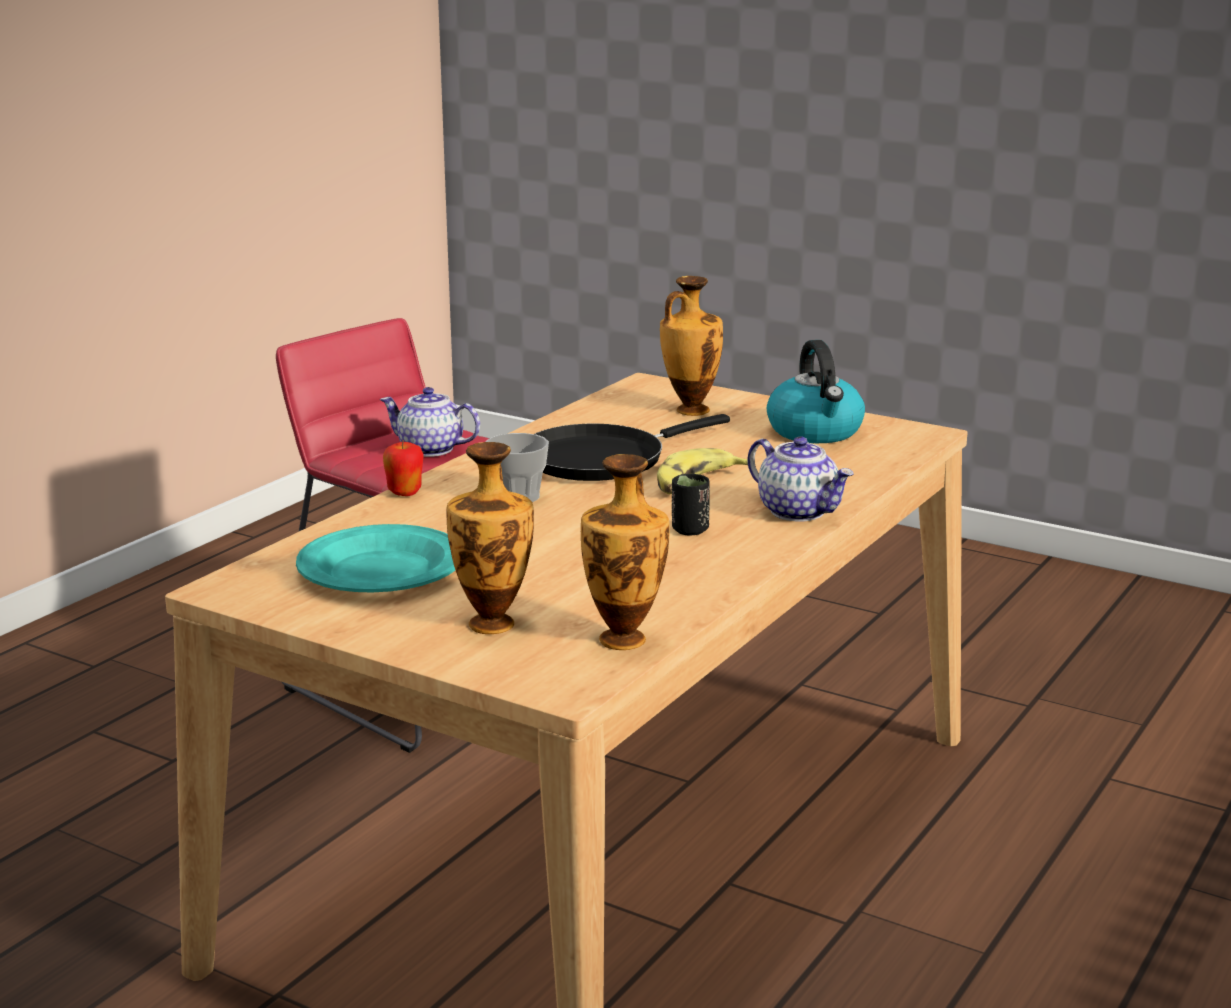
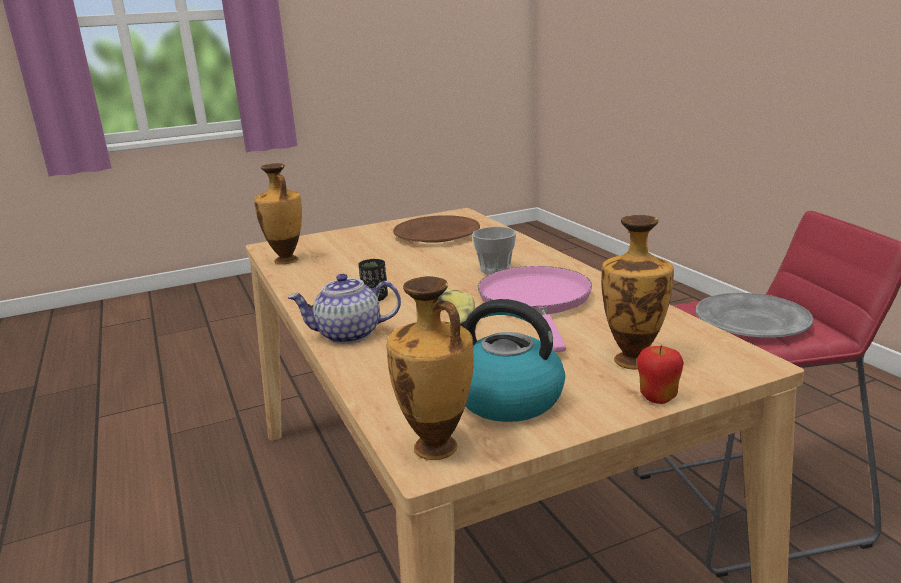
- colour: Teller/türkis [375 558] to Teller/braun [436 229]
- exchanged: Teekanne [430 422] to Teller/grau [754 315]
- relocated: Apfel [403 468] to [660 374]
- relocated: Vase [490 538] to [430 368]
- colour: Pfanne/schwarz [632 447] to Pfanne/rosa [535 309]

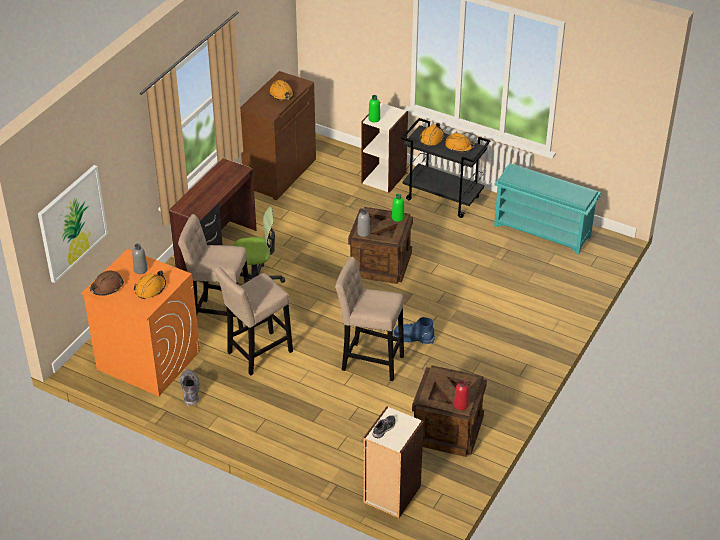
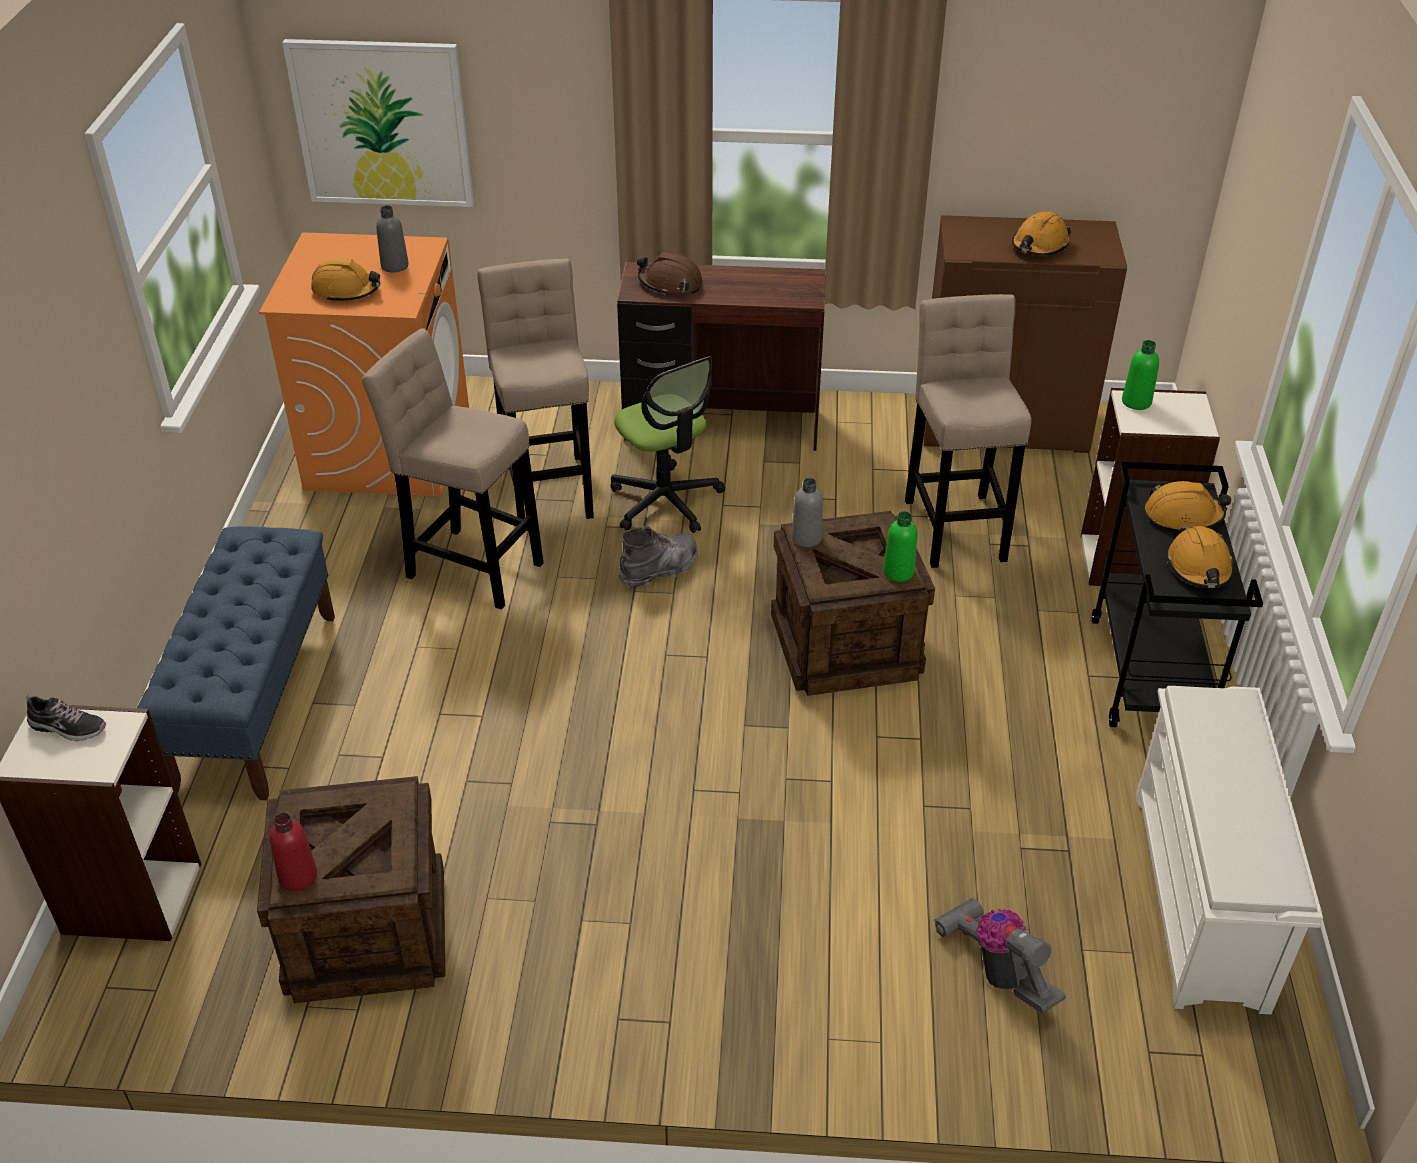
- relocated: Schutzhelm/braun [107 283] to [670 273]
- relocated: Stiefel/grau [190 388] to [658 557]
- relocated: Hocker/beige [369 319] to [968 431]
- missing: Stiefel/blau [414 331]
- colour: Schuhregal/türkis [547 208] to Schuhregal/weiß [1229 850]
- appeared: Bank/blau [236 663]
- appeared: Staubsauger [1000 955]

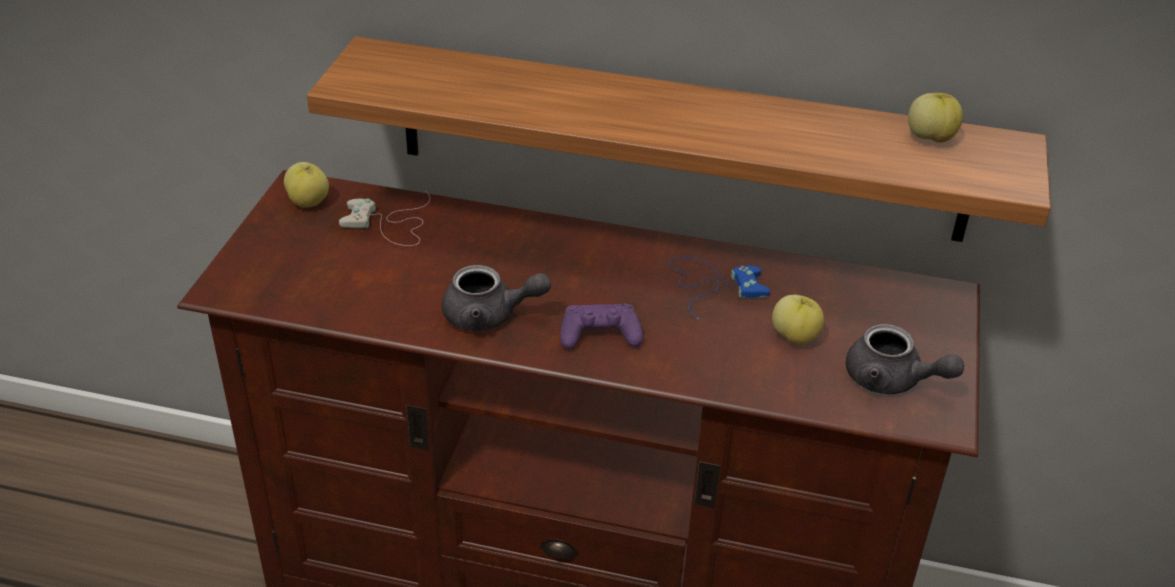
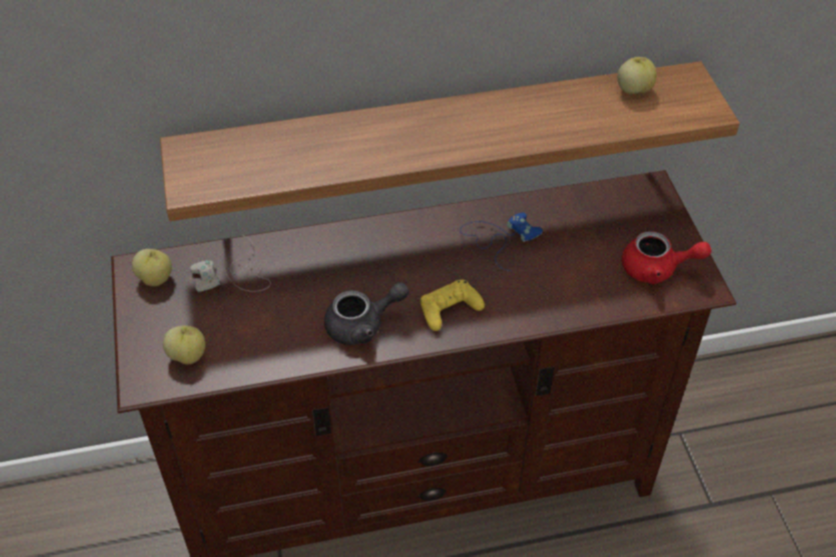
- colour: Gamepad/lila [601 326] to Gamepad/gelb [452 305]
- relocated: Apfel [798 320] to [184 345]
- colour: Teekanne/grau [904 359] to Teekanne/rot [667 257]

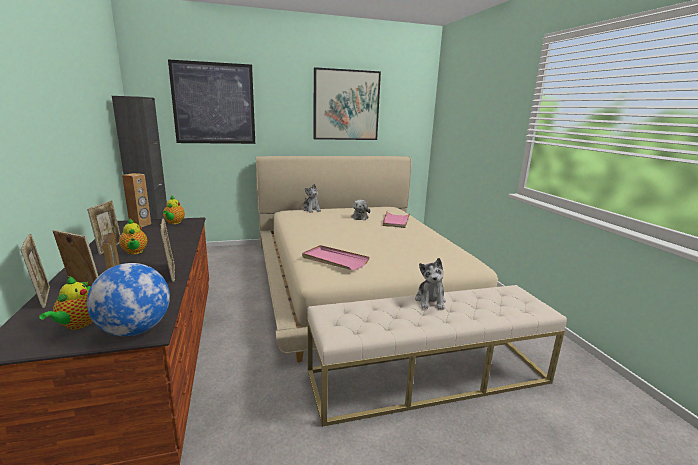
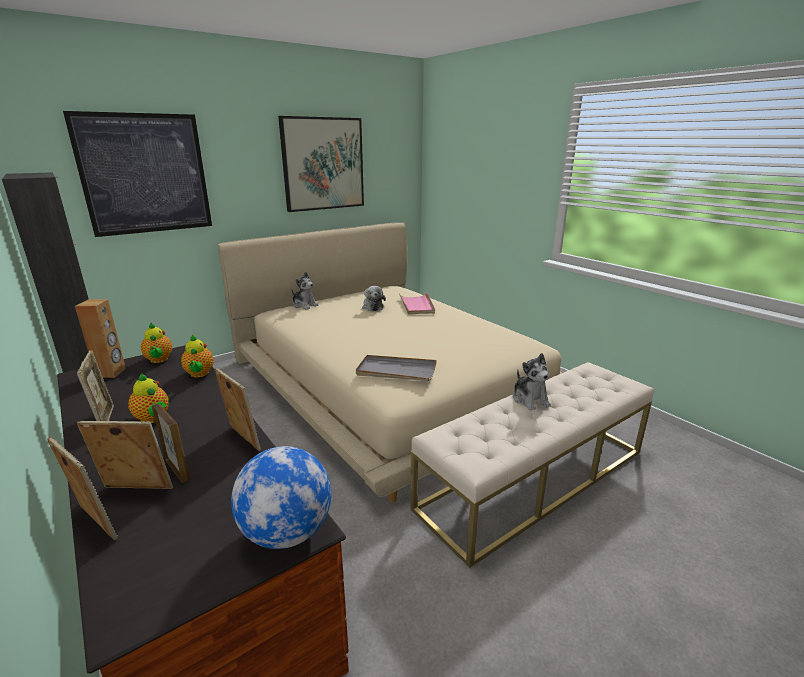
- relocated: Teekanne [65 303] to [197 356]
- colour: Tablett/rosa [336 258] to Tablett/grau [396 368]

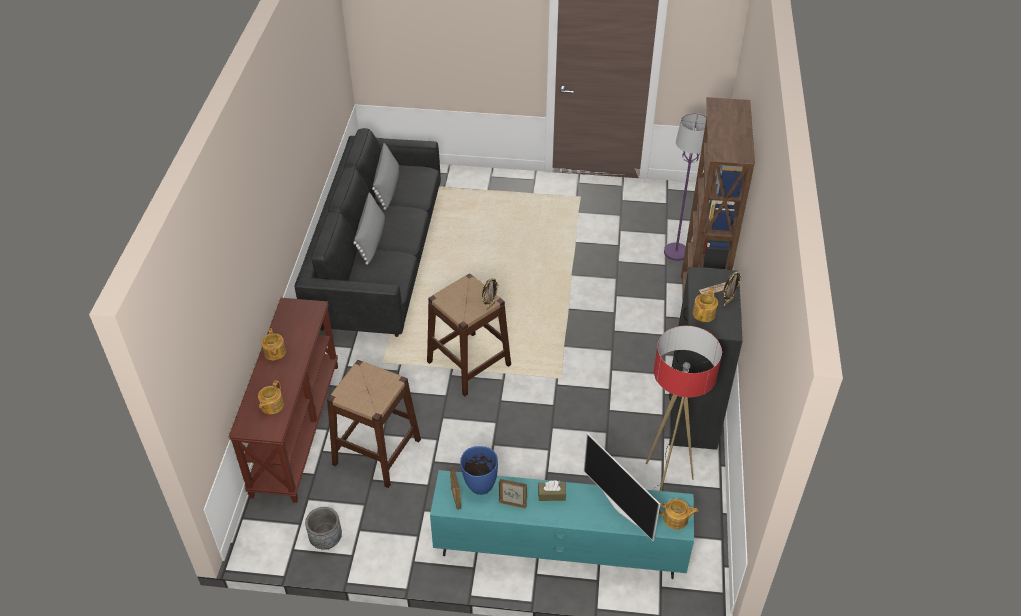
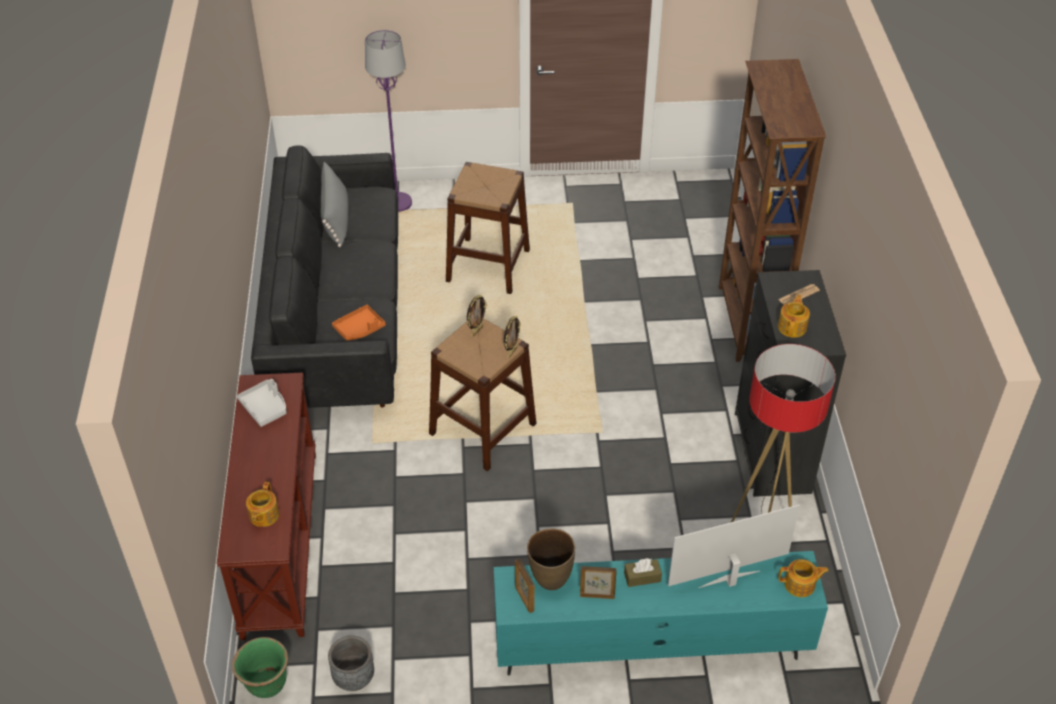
- missing: Teekanne [273 344]
- relocated: Hocker/braun [374 424] to [488 228]
- missing: Kissen/grau [369 229]
- colour: Vase/blau [479 470] to Vase/braun [551 559]
- spun: Fernseher [622 487] = [734 546] 120 degrees clockwise
- relocated: Stehlampe/lila [685 187] to [388 121]
- relocated: Bilderrahmen [732 288] to [477 316]
- appeared: Pflanzkübel/grün [260 667]
- appeared: Tablett/grau [261 403]
- appeared: Tablett/orange [359 323]

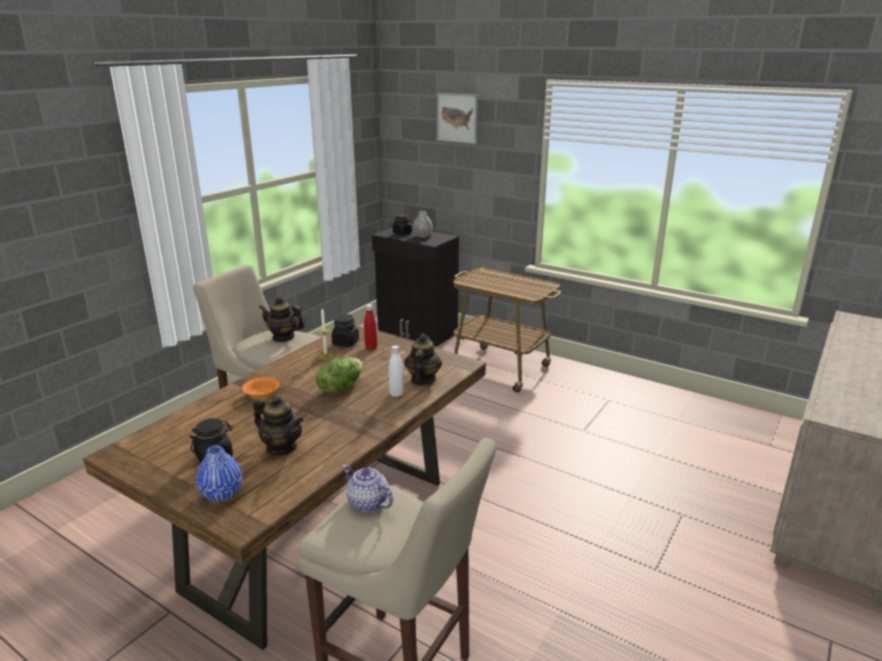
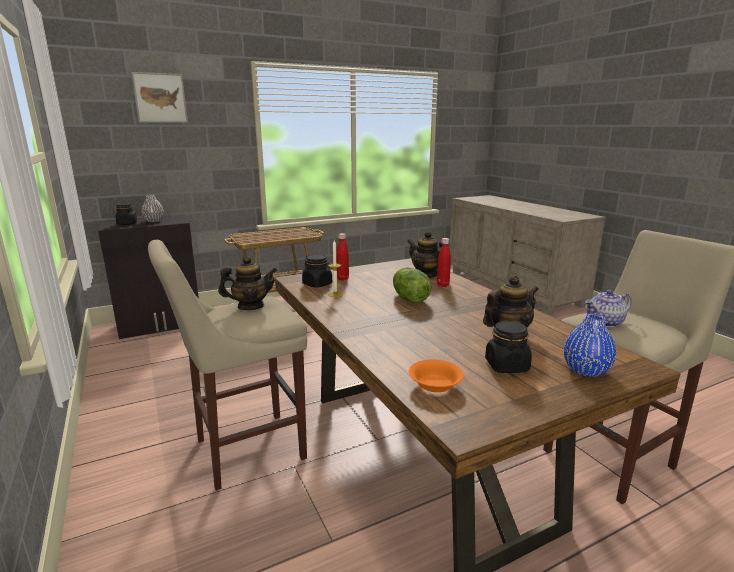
- relocated: Schüssel/orange [261 388] to [436 375]
- spun: Teekanne [282 319] = [248 283] 150 degrees counterclockwise
- colour: Flasche/weiß [396 371] to Flasche/rot [444 262]

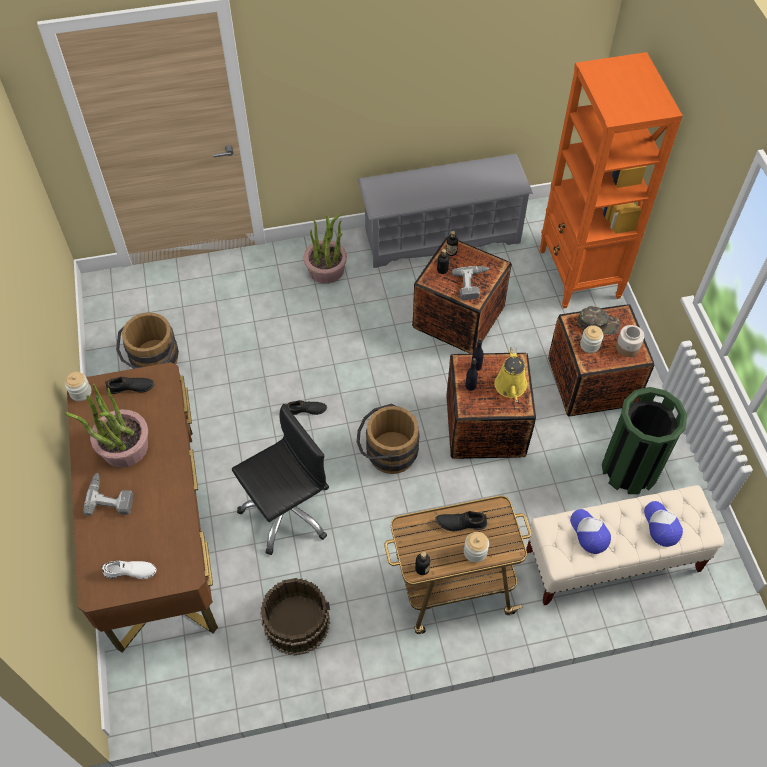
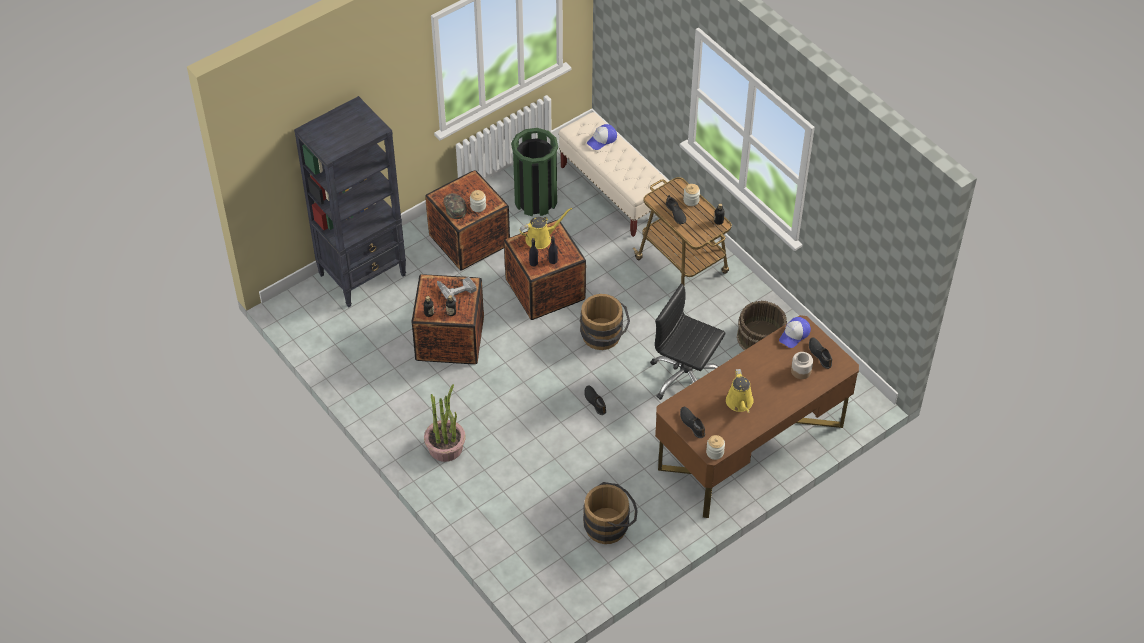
- exchanged: Topfpflanze [106 426] to Gießkanne/gelb [740 391]
- missing: Bohrmaschine [108 494]
- colour: Schuh/weiß [129 570] to Schuh/schwarz [820 353]
- missing: Schuhregal/grau [445 211]
- colour: Bücherregal/orange [611 180] to Bücherregal/schwarz [350 202]
- relocated: Kappe [590 531] to [795 332]
- relocated: Vorratsglas [630 341] to [802 365]

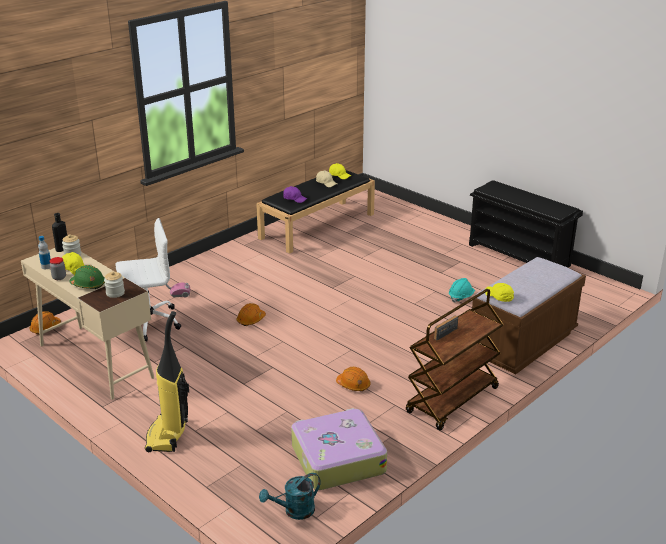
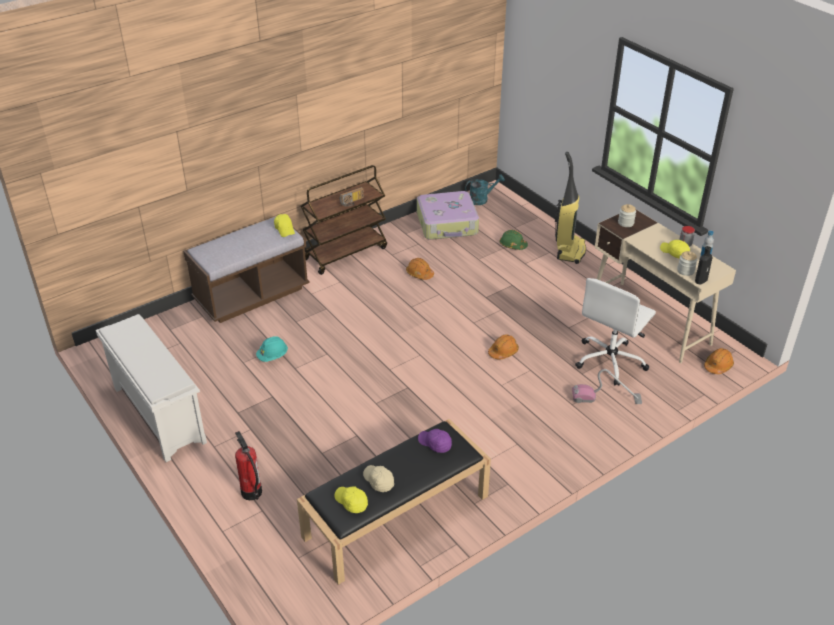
- relocated: Schutzhelm/grün [87 277] to [514 240]
- spun: Bürostuhl/weiß [148 280] = [615 332] 45 degrees counterclockwise
- colour: Schuhregal/schwarz [526 224] to Schuhregal/weiß [151 388]
- appeared: Feuerlöscher [248 465]

